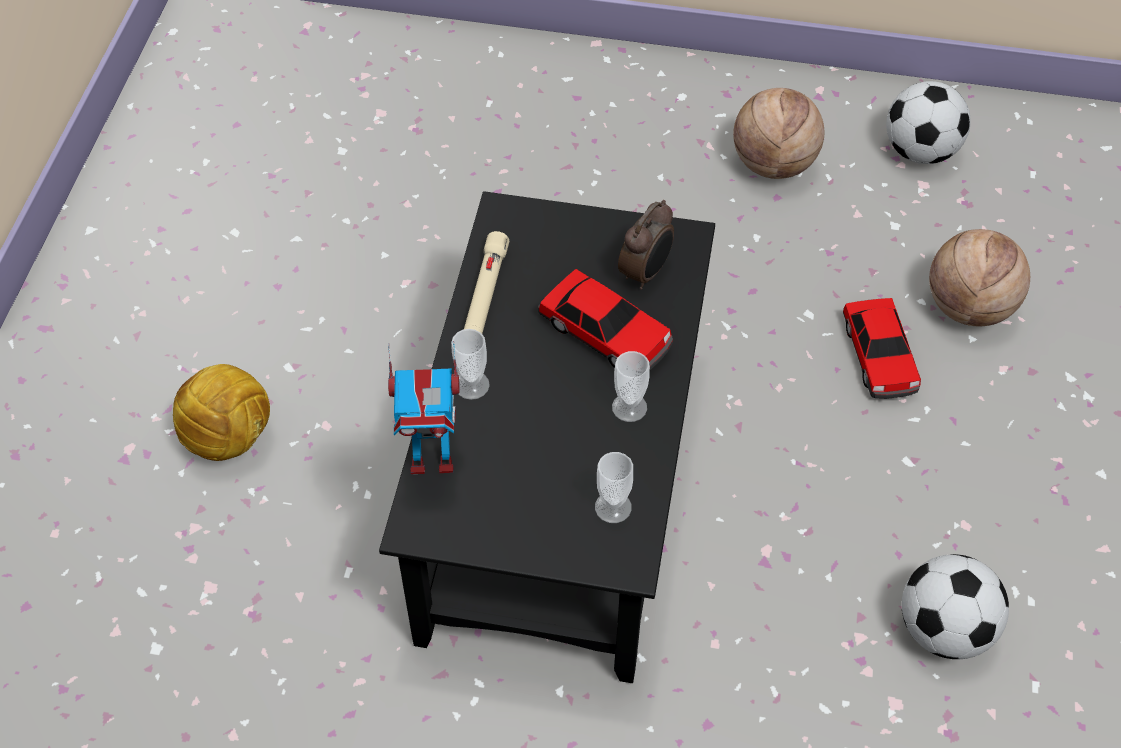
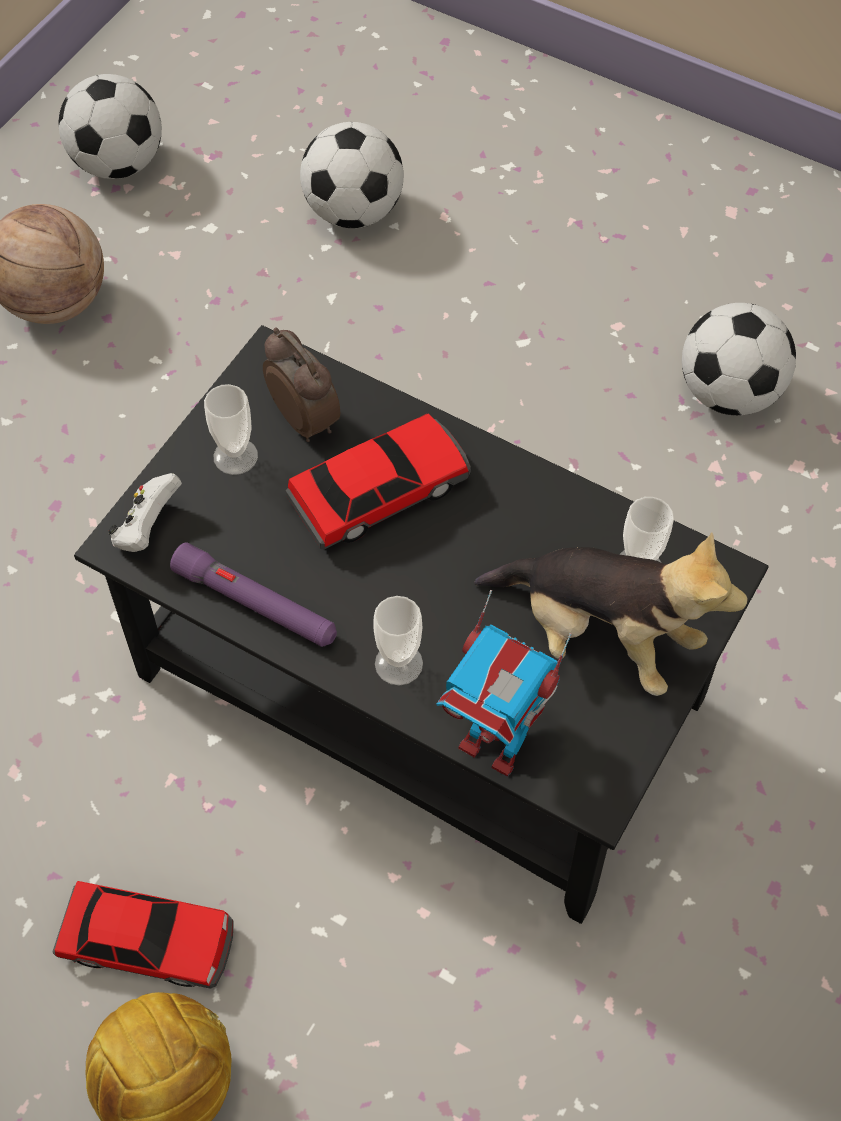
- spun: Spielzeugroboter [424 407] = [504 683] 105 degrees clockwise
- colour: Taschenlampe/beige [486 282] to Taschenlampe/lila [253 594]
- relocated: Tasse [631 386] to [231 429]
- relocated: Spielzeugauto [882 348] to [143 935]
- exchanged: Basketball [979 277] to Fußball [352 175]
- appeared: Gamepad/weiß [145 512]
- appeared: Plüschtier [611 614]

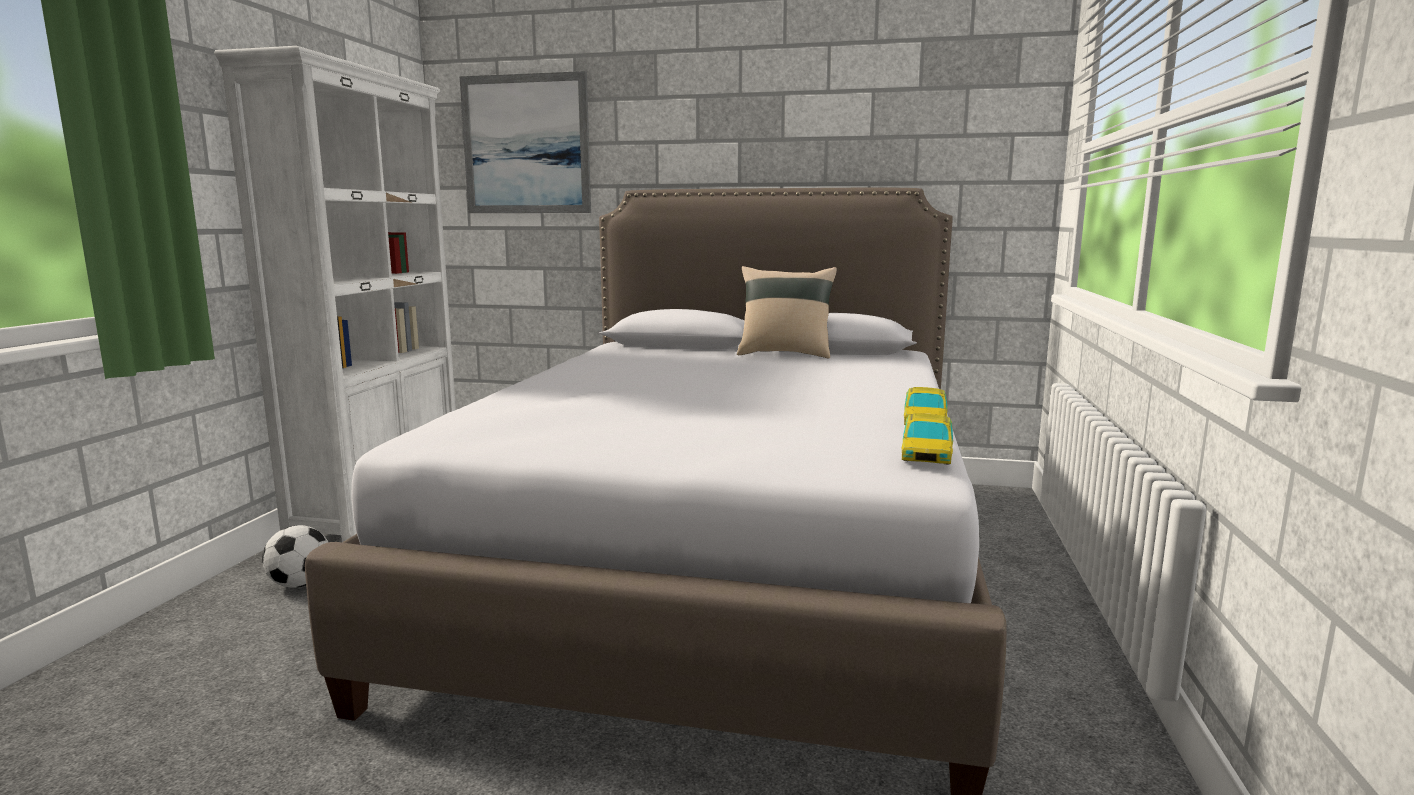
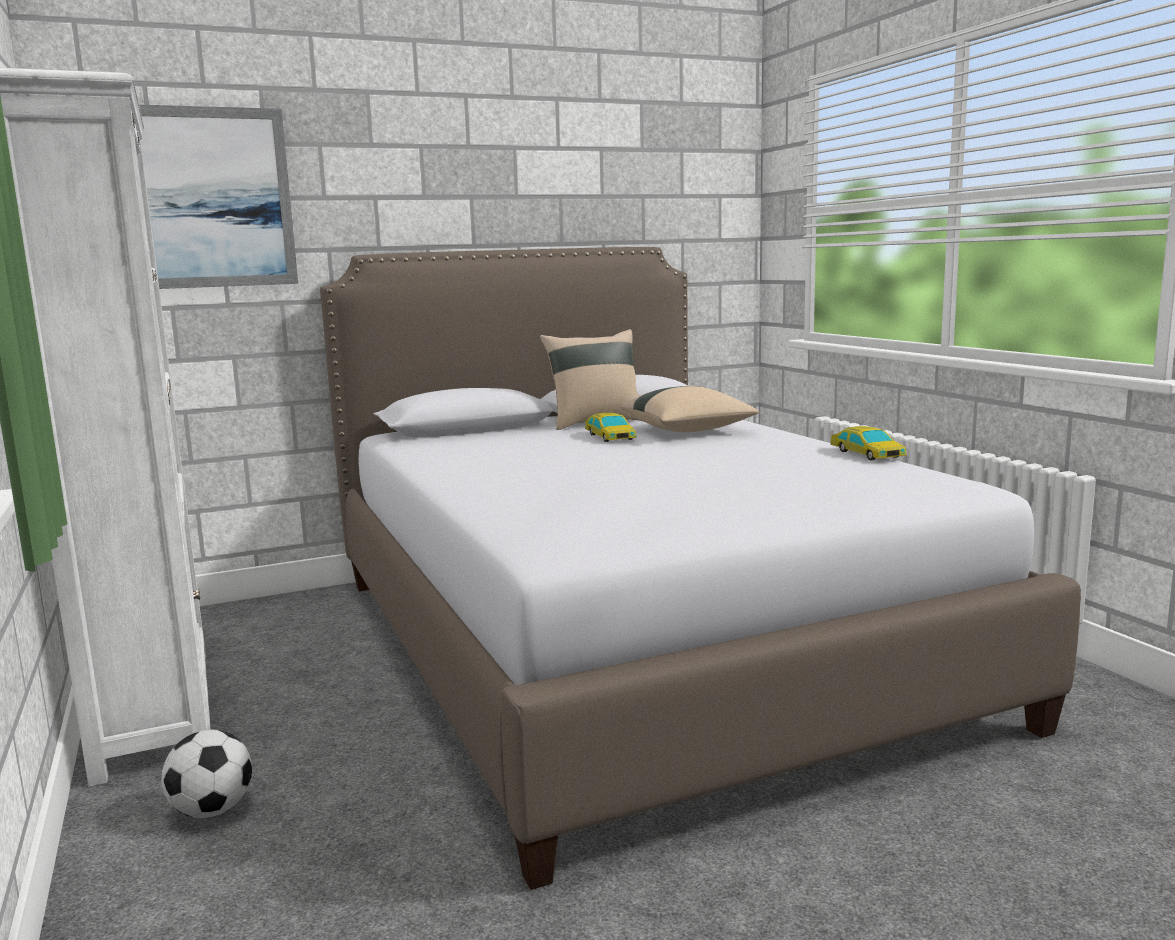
- relocated: Spielzeugauto [927 439] to [611 427]
- appeared: Kissen/beige [690 409]

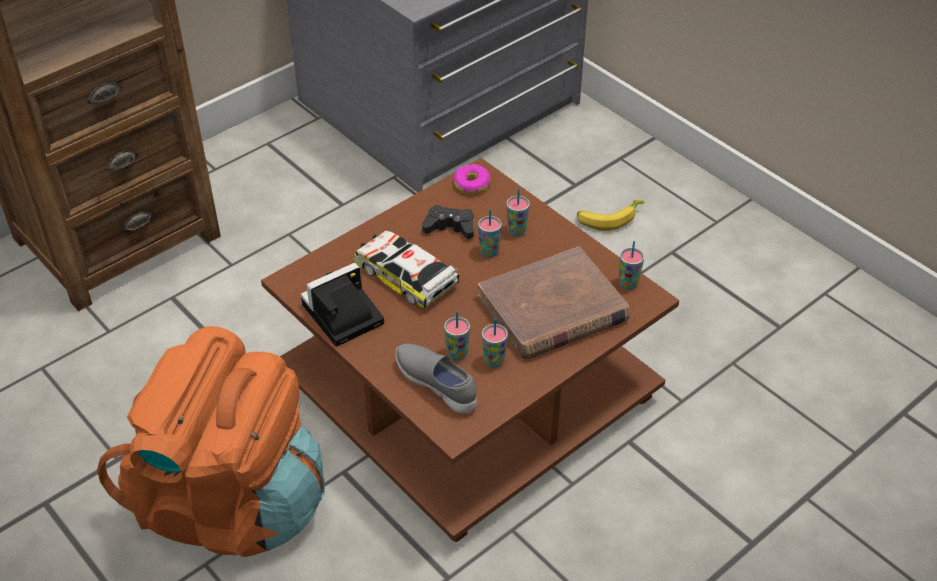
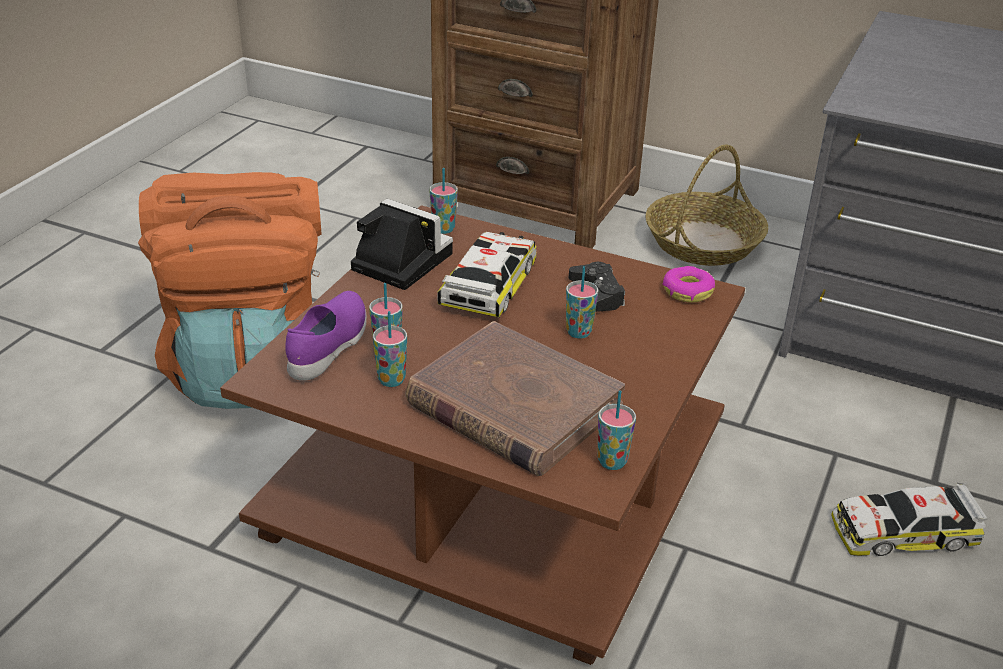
- colour: Schuh/grau [436 379] to Schuh/lila [326 336]
- relocated: Tasse [518 212] to [443 201]
- exchanged: Banane [610 215] to Spielzeugauto [910 519]
- appeared: Korb [707 205]

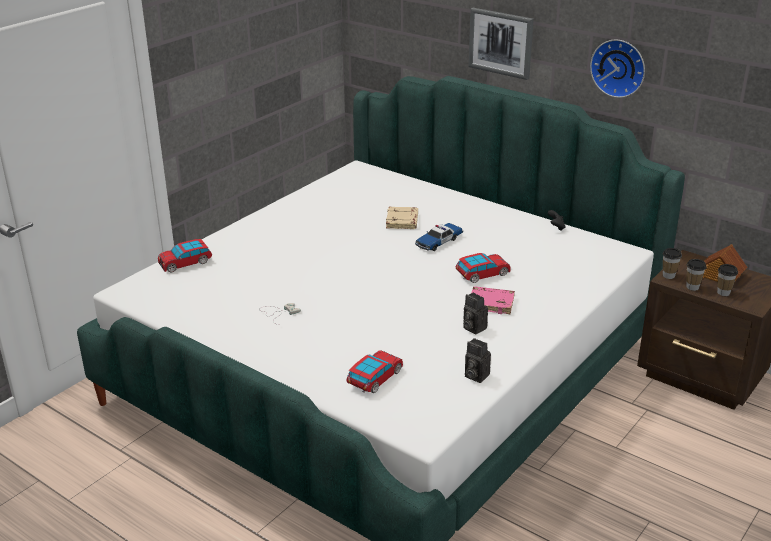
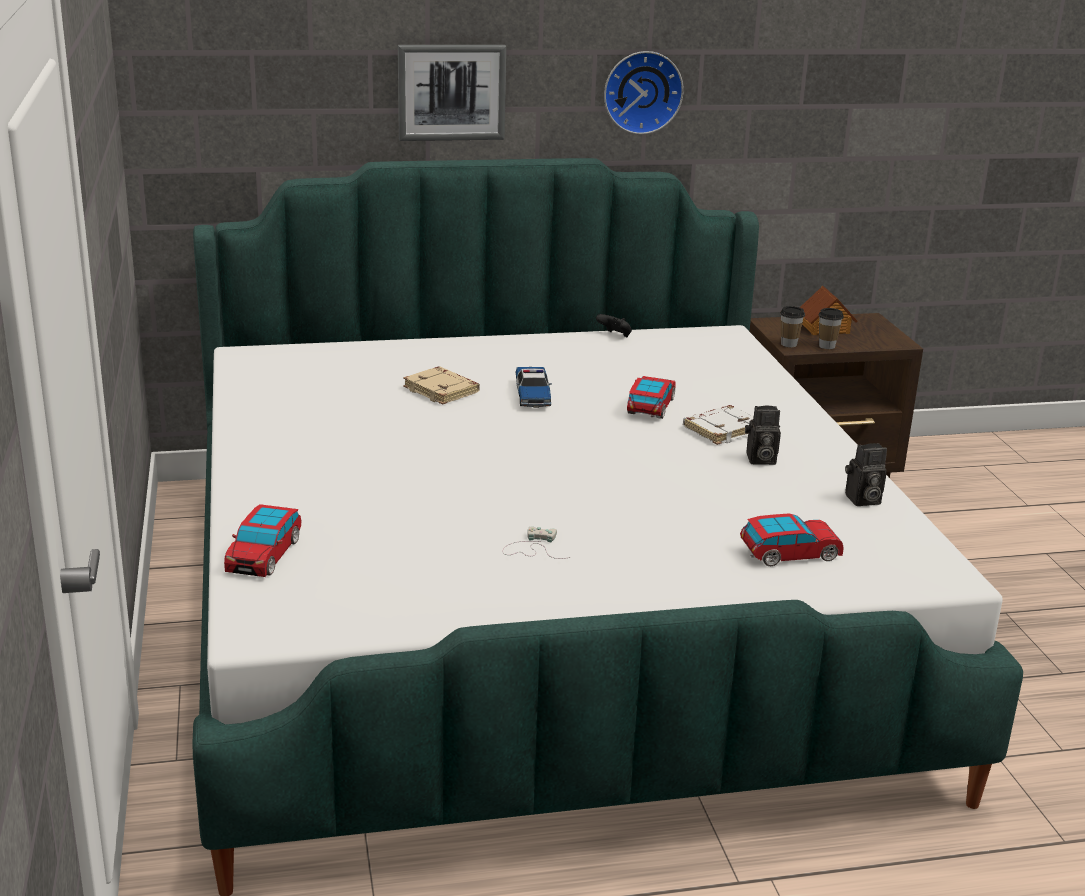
- spun: Spielzeugauto [375 371] = [792 539] 90 degrees clockwise
- colour: Buch/rosa [493 300] to Buch/weiß [718 425]
- missing: Tasse [727 280]

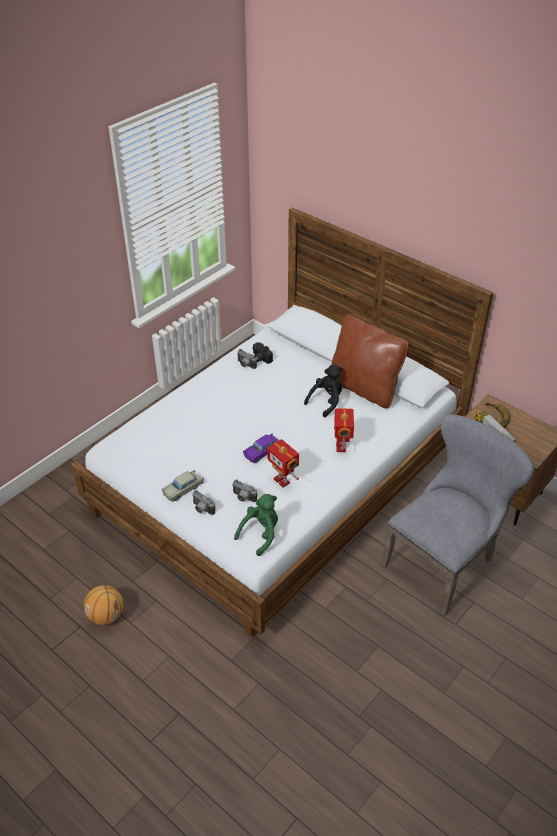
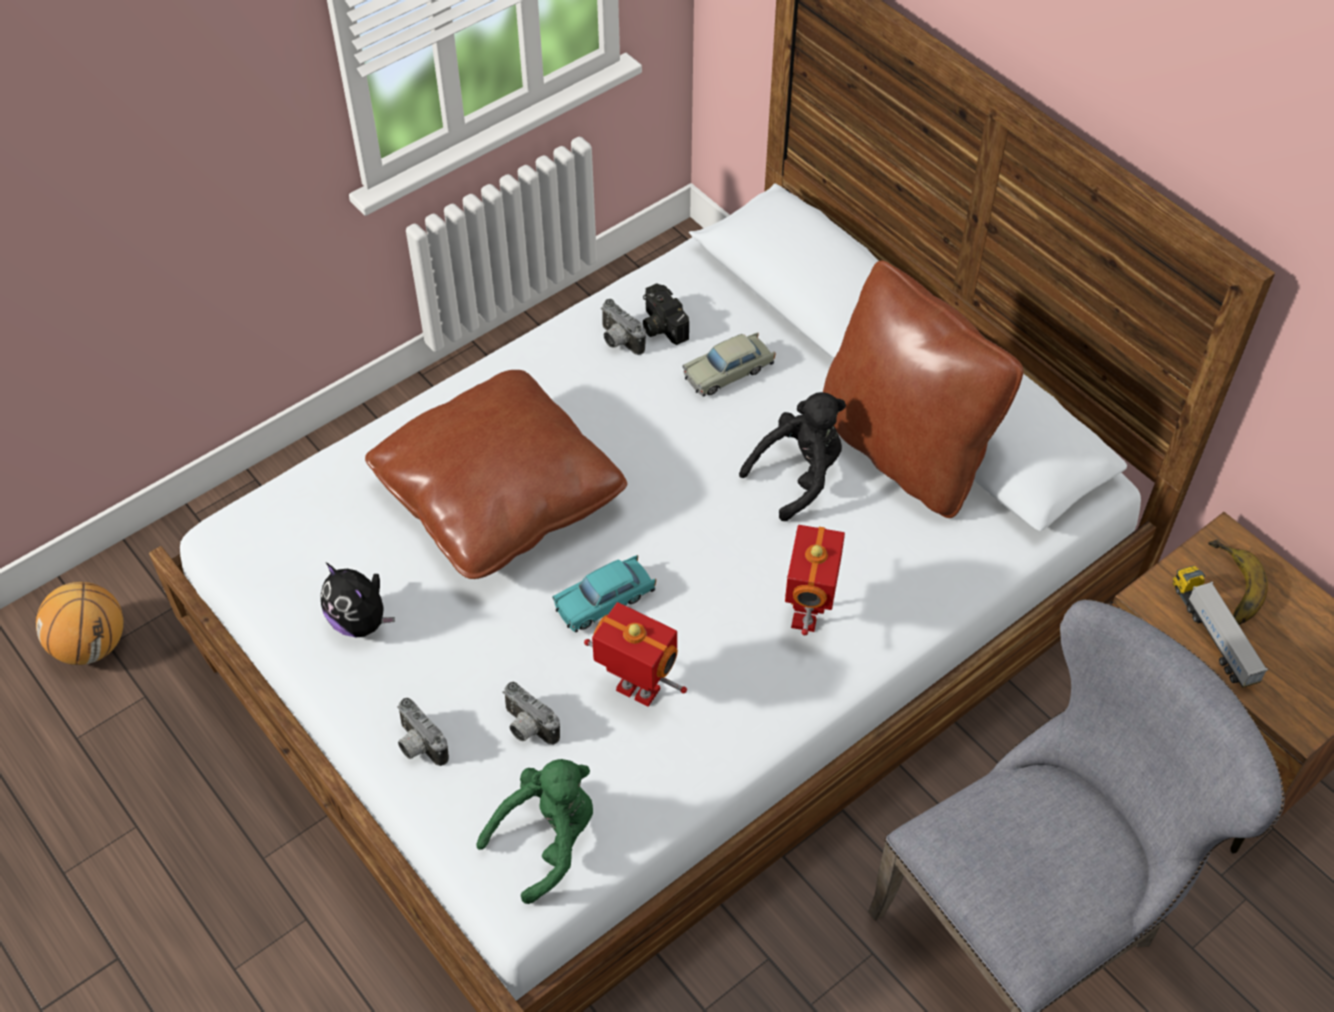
- relocated: Basketball [103 605] to [79 623]
- relocated: Spielzeugauto/beige [183 486] to [729 364]
- colour: Spielzeugauto/lila [261 448] to Spielzeugauto/türkis [604 593]
- spun: Spielzeugroboter [283 463] = [635 654] 150 degrees clockwise
- appeared: Plüschtier [358 600]
- appeared: Kissen/braun [496 474]

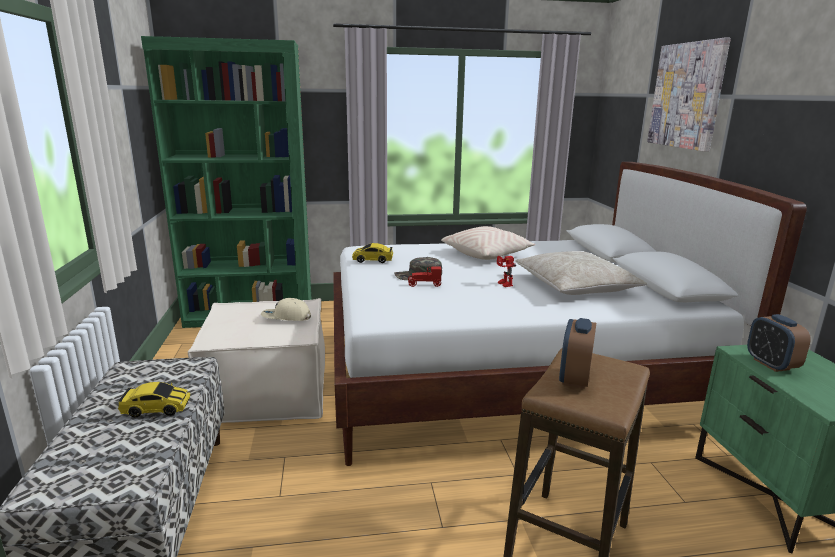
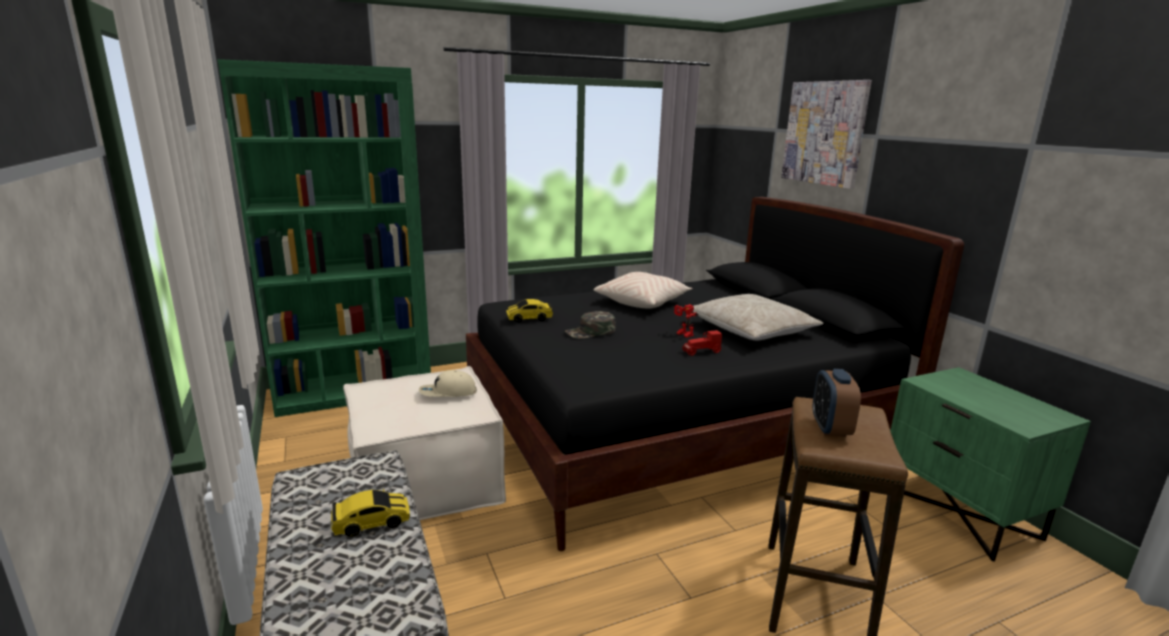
- colour: Bett/weiß [570 314] to Bett/schwarz [715 374]
- relocated: Spielzeugauto/rot [424 277] to [702 343]
- missing: Wecker [779 343]

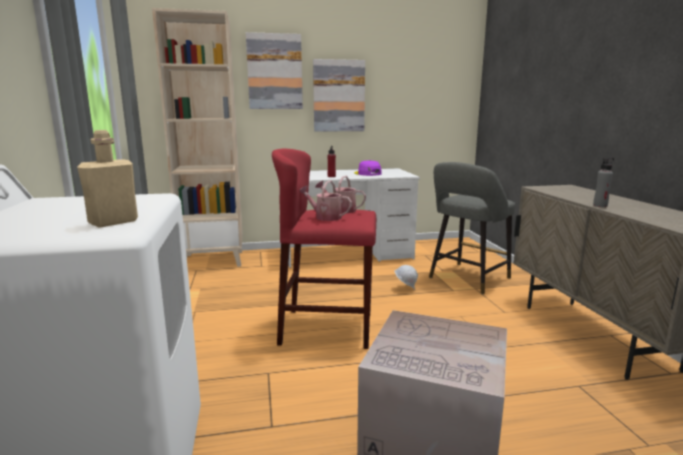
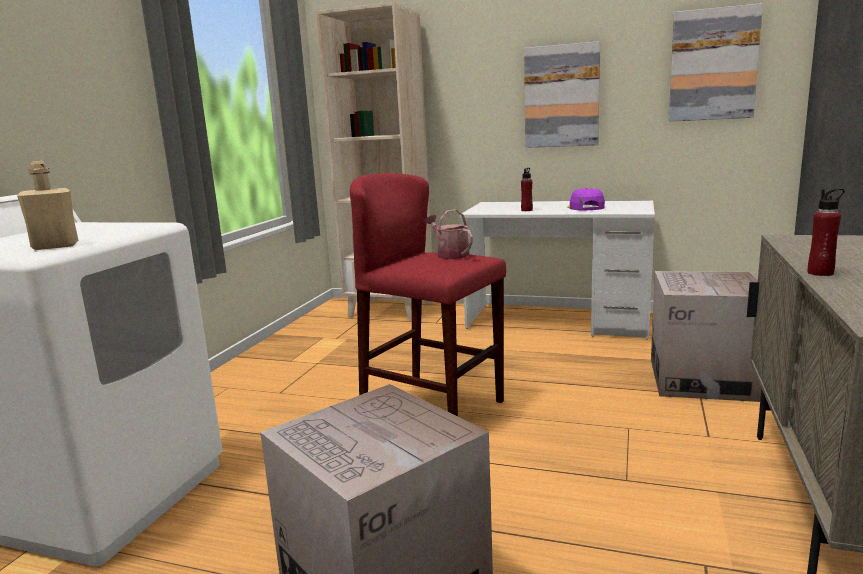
- relocated: Bild [274 70] to [716 62]
- missing: Gießkanne [326 201]
- missing: Schutzhelm/weiß [406 277]
- exchanged: Hocker/grau [472 228] to Karton [706 336]
- colour: Flasche/grau [603 182] to Flasche/rot [826 232]

